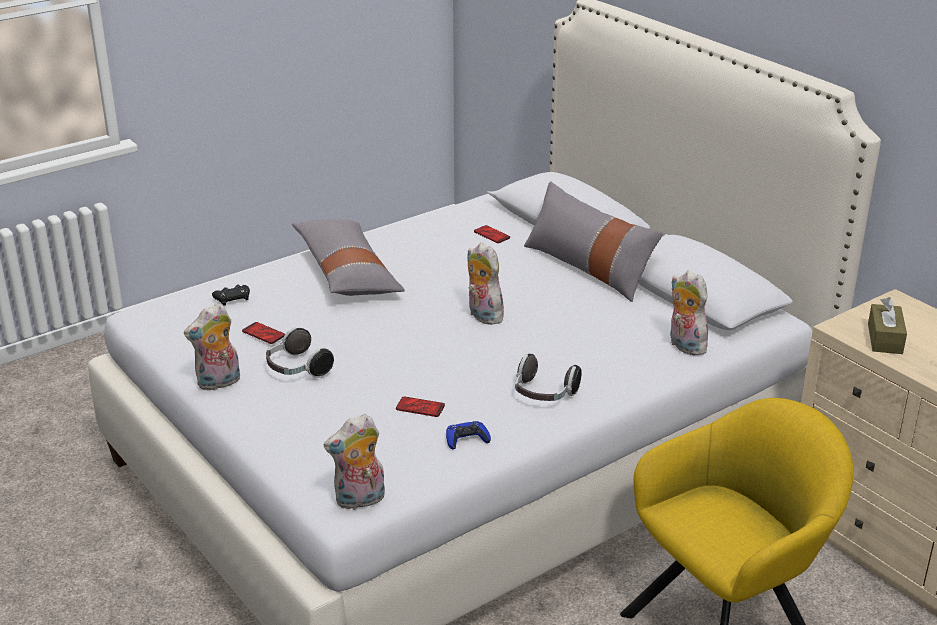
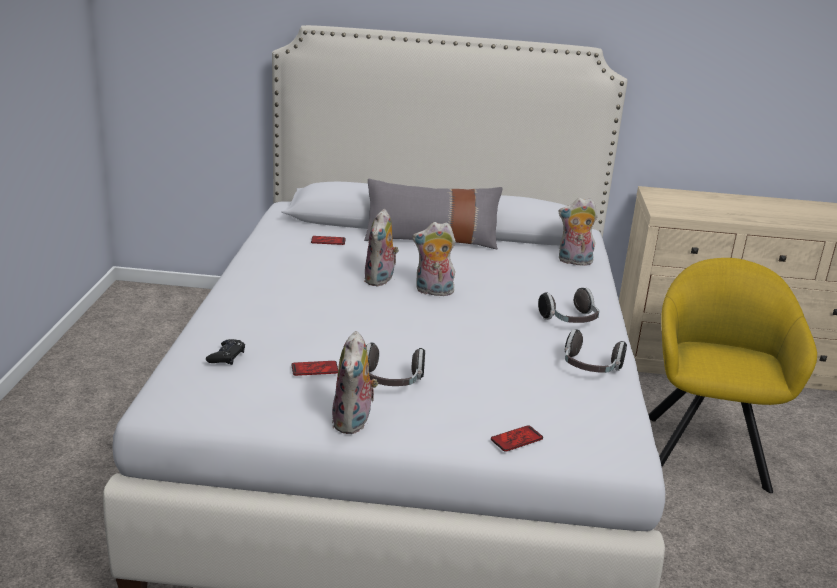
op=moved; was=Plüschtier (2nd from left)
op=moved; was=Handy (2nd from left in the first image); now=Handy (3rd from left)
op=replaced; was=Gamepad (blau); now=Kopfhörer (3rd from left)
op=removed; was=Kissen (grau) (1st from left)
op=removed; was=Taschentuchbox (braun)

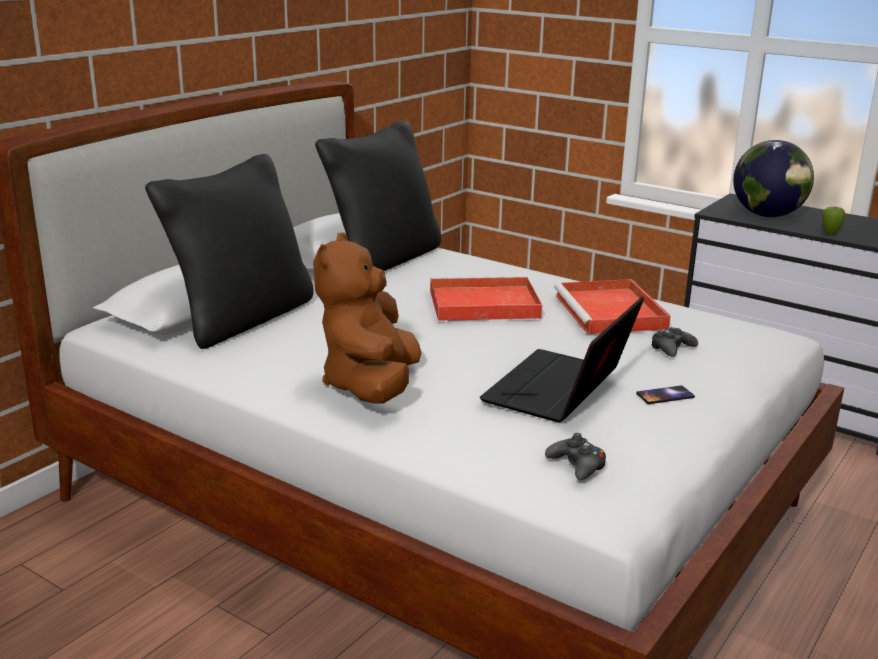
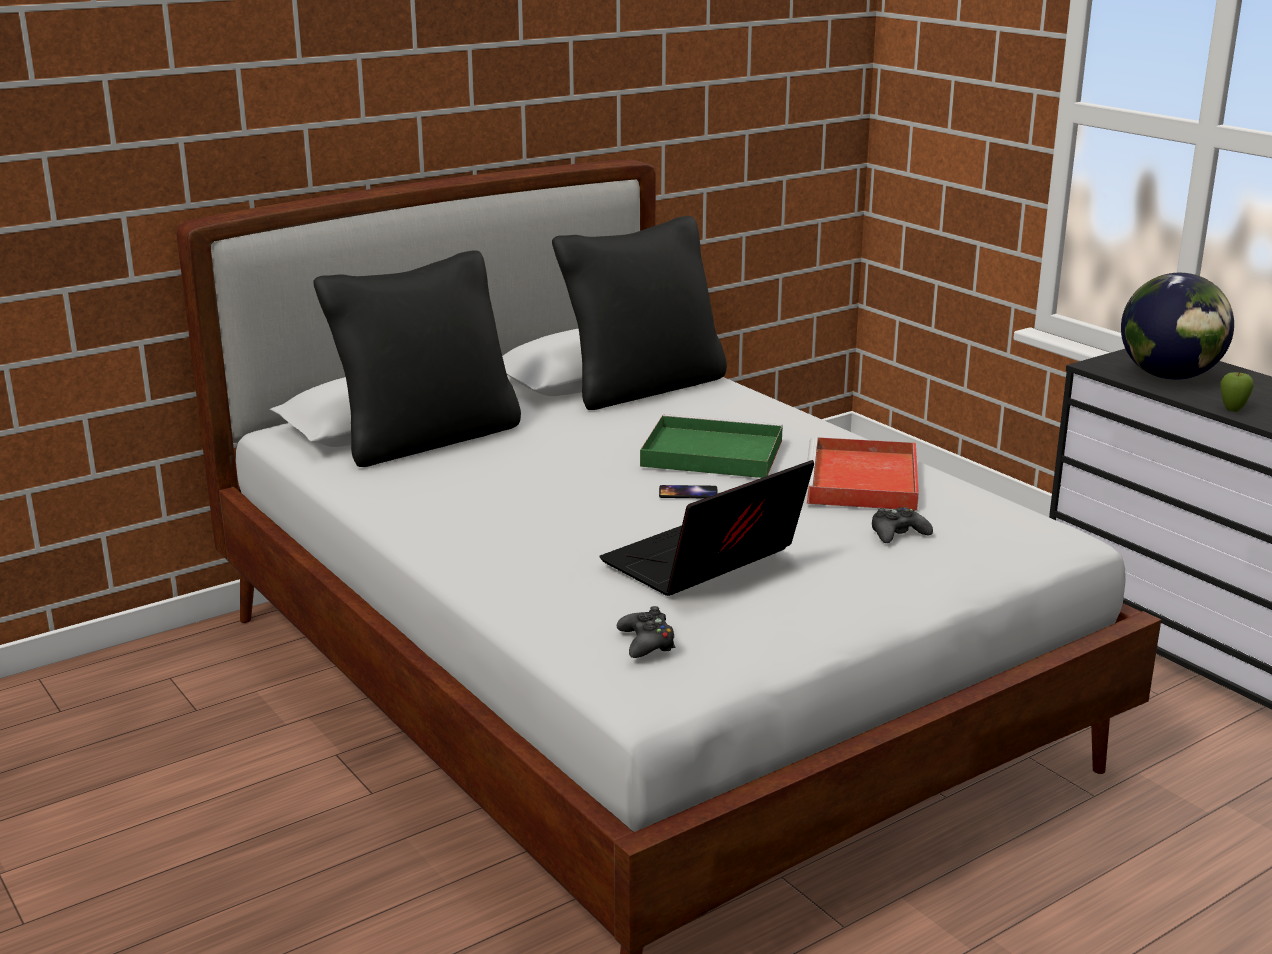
op=recoloured; was=Tablett (rot) (1st from left); now=Tablett (grün)
op=moved; was=Handy
op=removed; was=Plüschtier (braun)

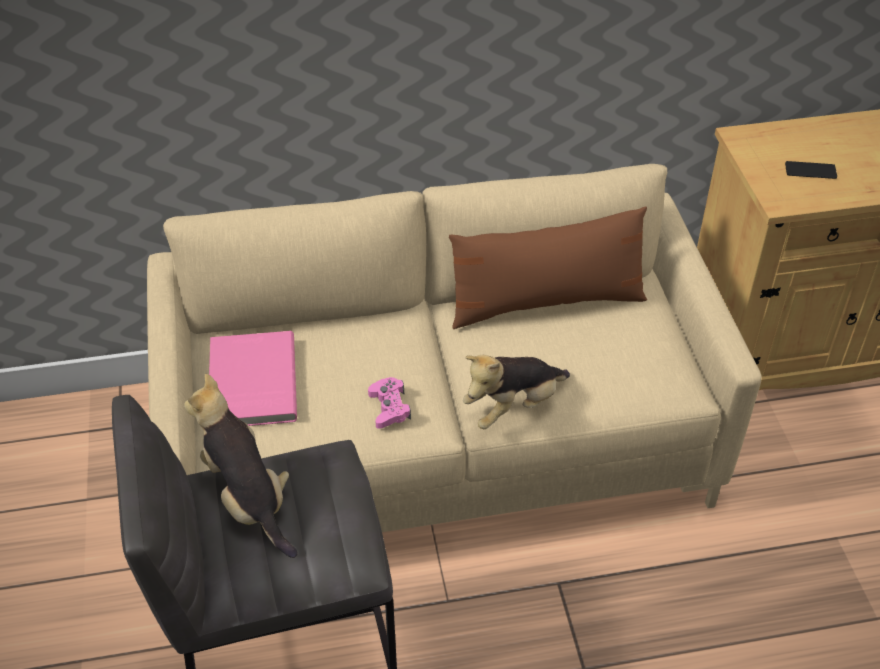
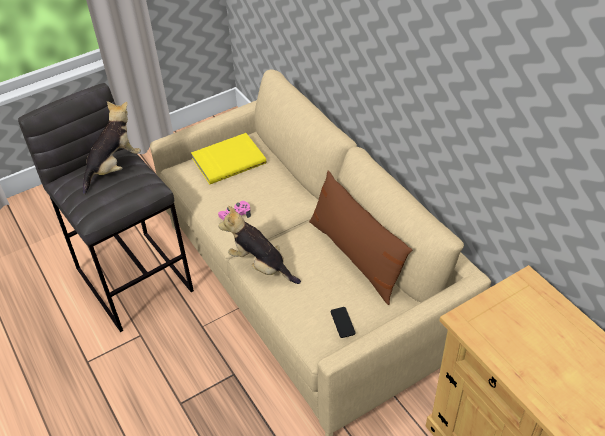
op=recoloured; was=Buch (rosa); now=Buch (gelb)
op=moved; was=Handy

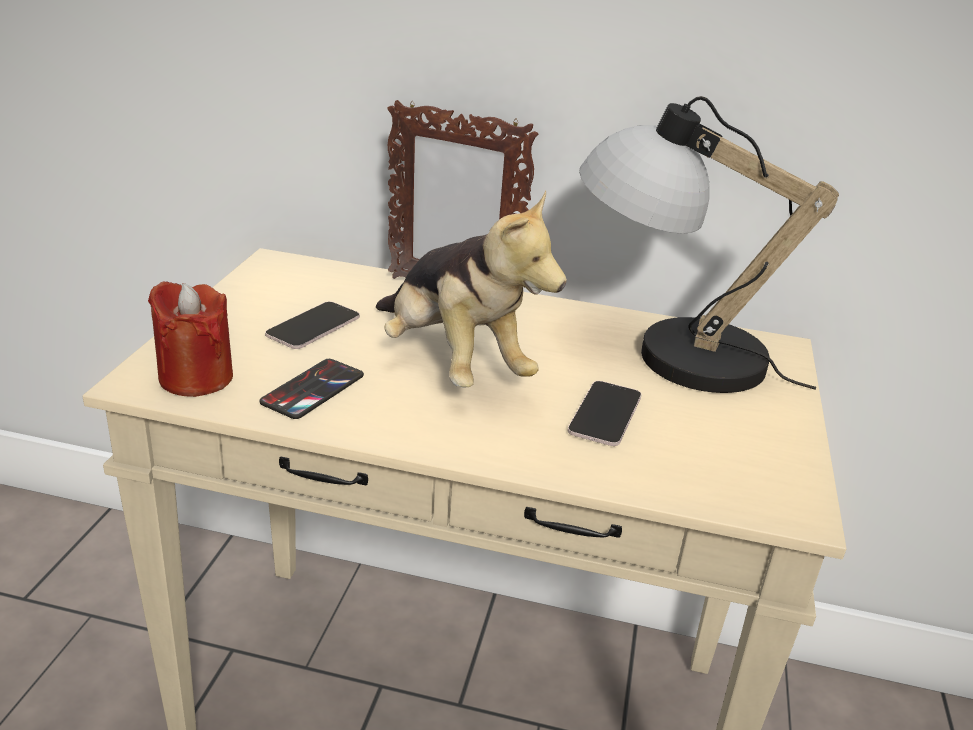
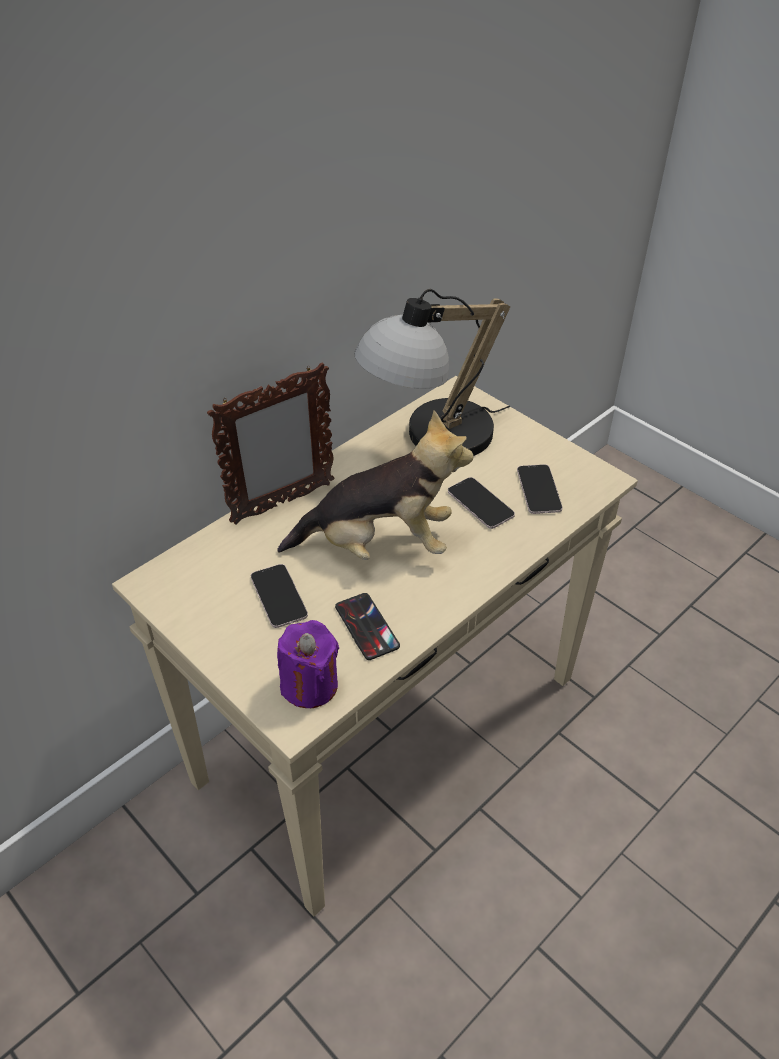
op=recoloured; was=Kerze (rot); now=Kerze (lila)
op=added; now=Handy (4th from left)

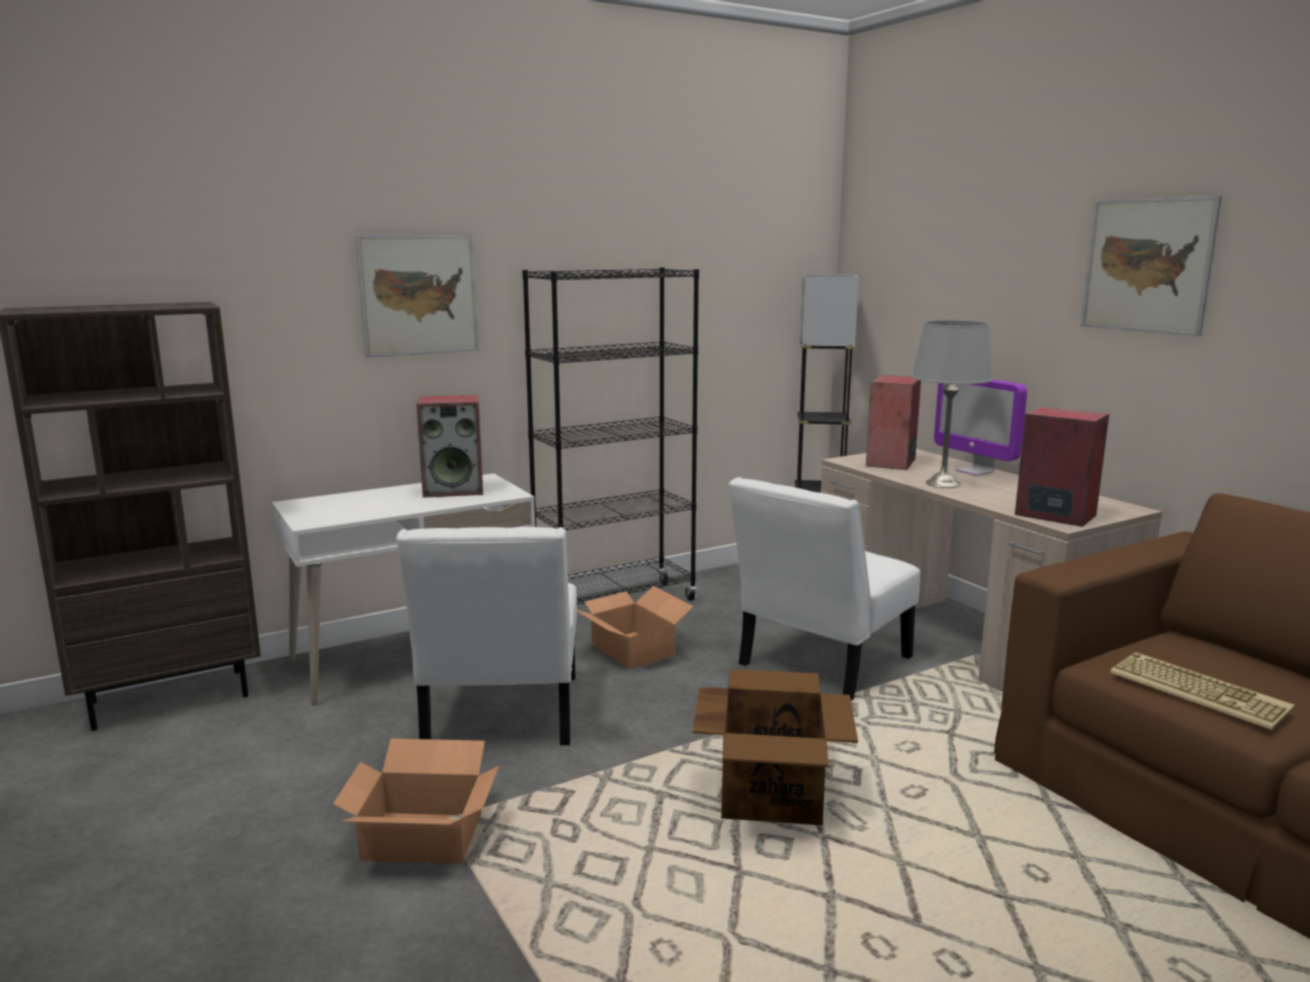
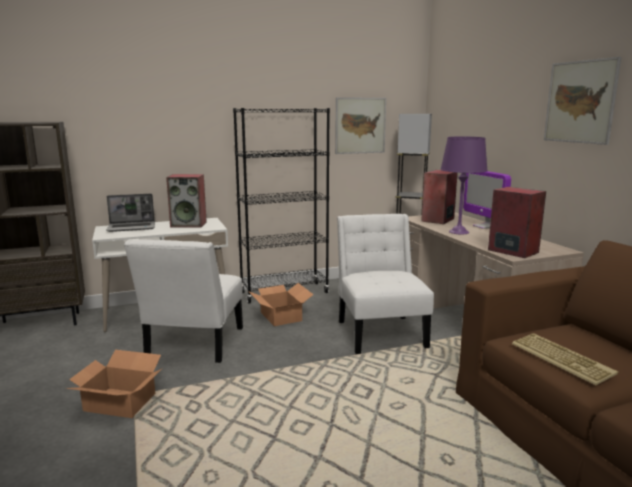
op=added; now=Laptop
op=moved; was=Bild (1st from left)
op=turned; was=Stuhl (weiß) (2nd from left); clockwise=120
op=recoloured; was=Tischlampe (grau); now=Tischlampe (lila)
op=removed; was=Karton (3rd from left)

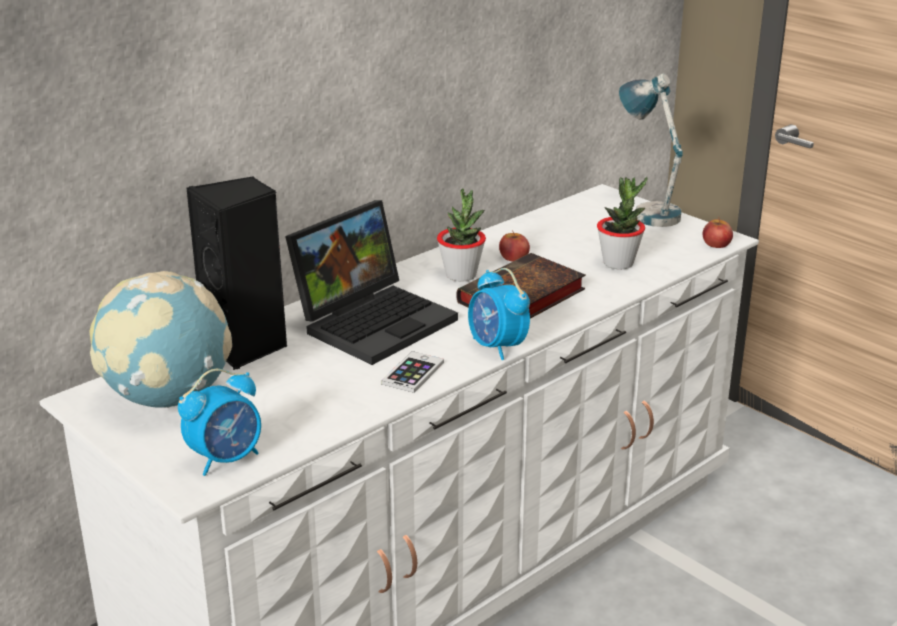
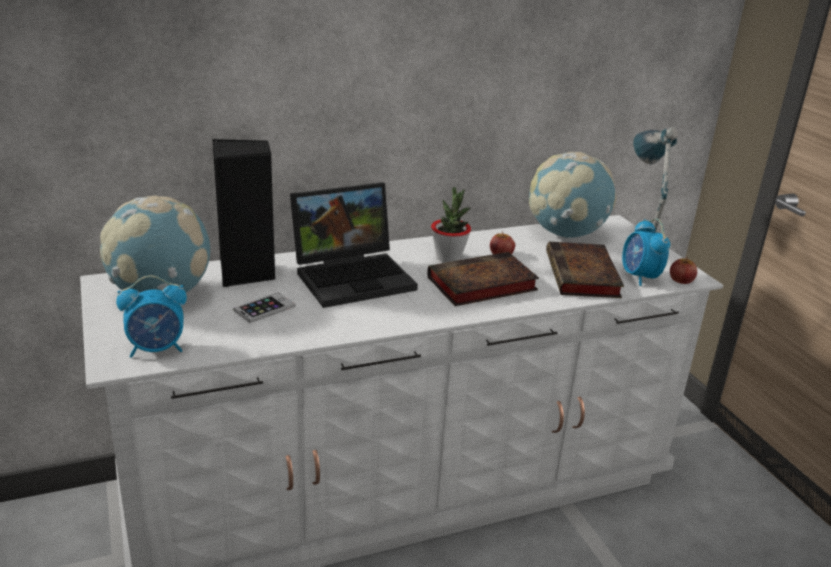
op=moved; was=Handy
op=added; now=Globus (2nd from left)
op=replaced; was=Topfpflanze (2nd from left); now=Buch (2nd from left)
op=moved; was=Wecker (2nd from left)

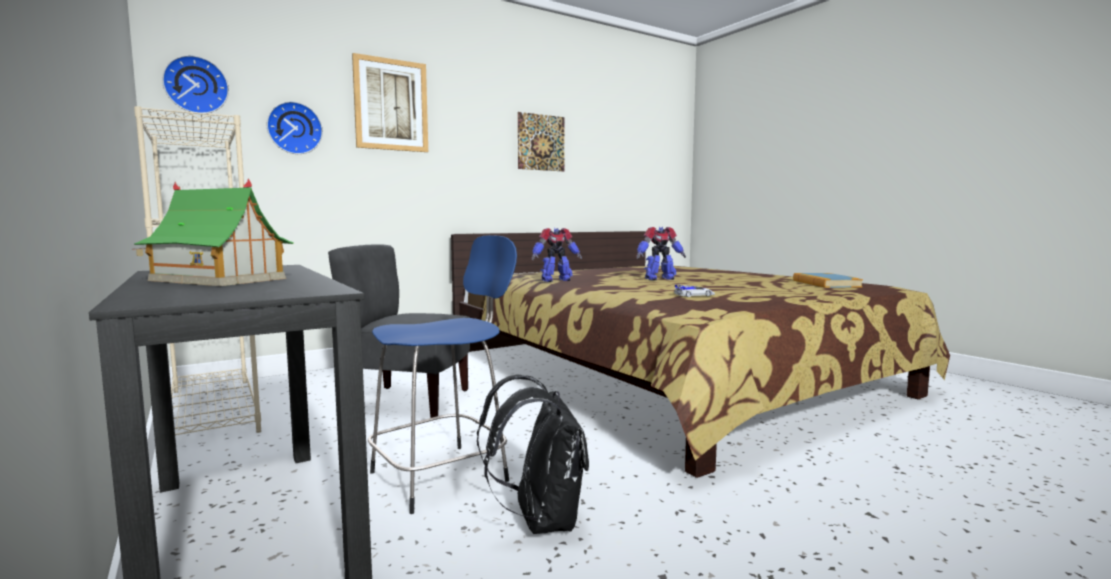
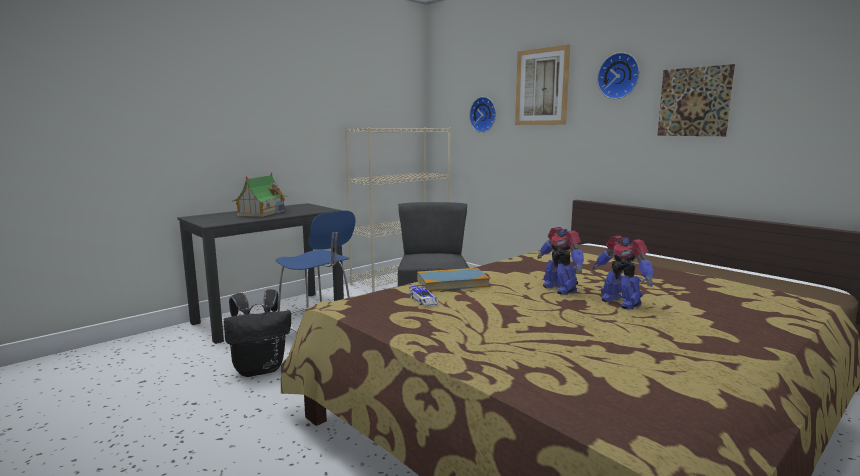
op=moved; was=Buch
op=moved; was=Spielzeugroboter (1st from left in the first image); now=Spielzeugroboter (2nd from left)
op=moved; was=Wanduhr (1st from left in the first image); now=Wanduhr (2nd from left)

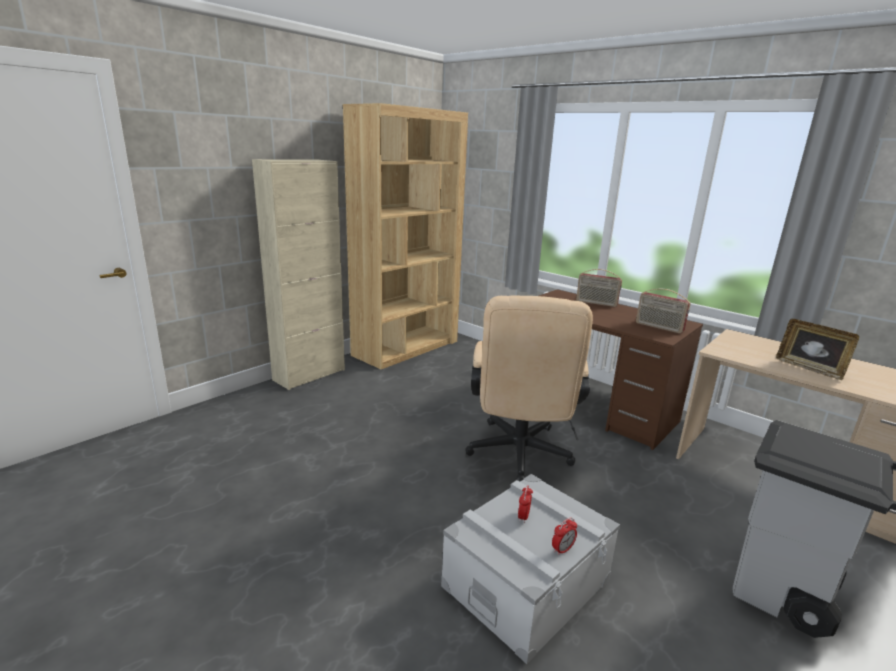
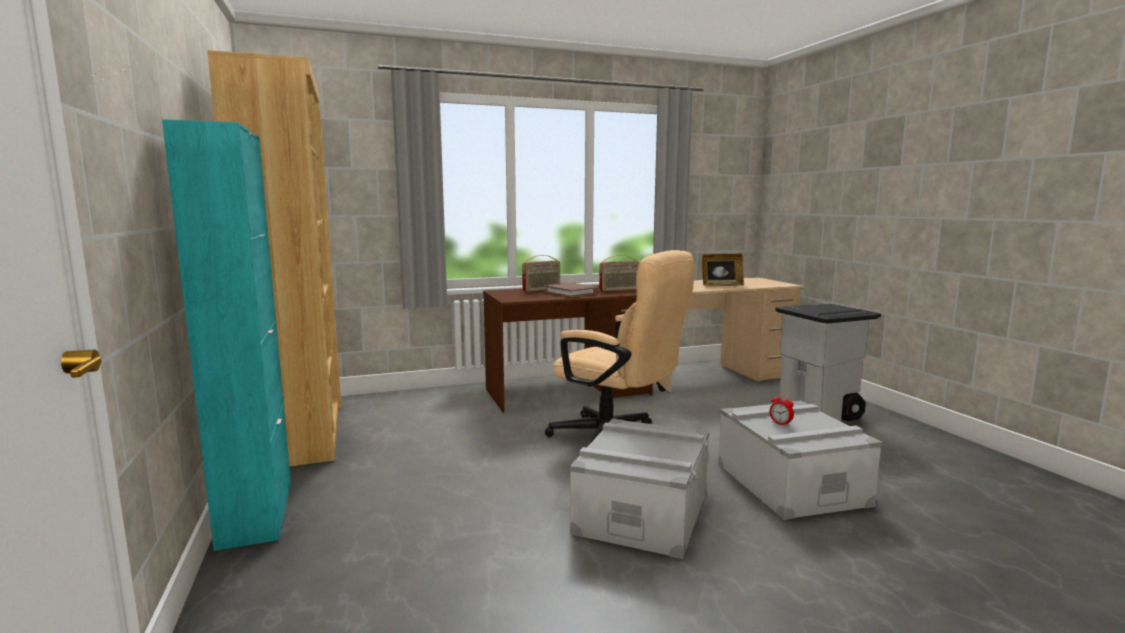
op=recoloured; was=Schrank (beige); now=Schrank (türkis)
op=added; now=Buch (braun)
op=added; now=Aufbewahrungsbox (grau) (1st from left)
op=removed; was=Wecker (2nd from left)

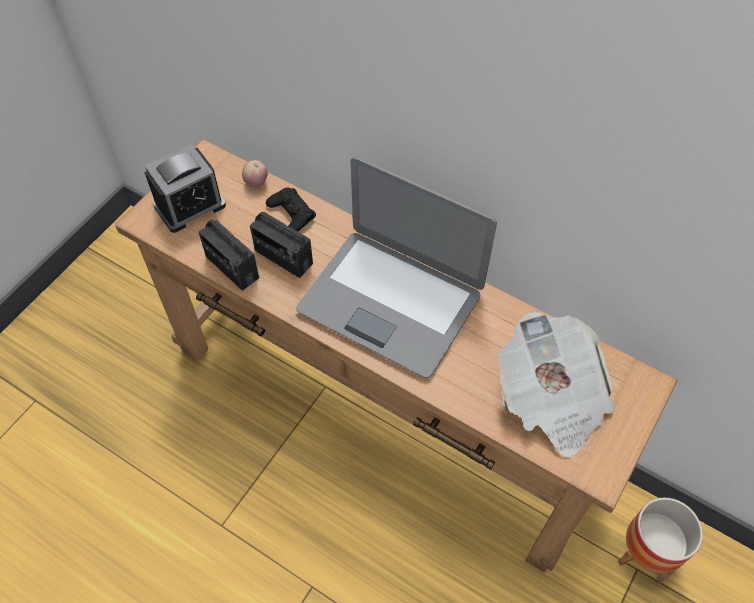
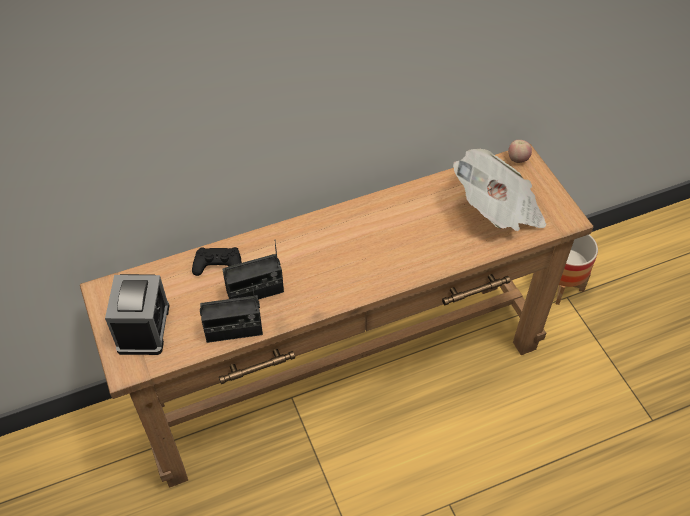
op=moved; was=Apfel
op=removed; was=Laptop

